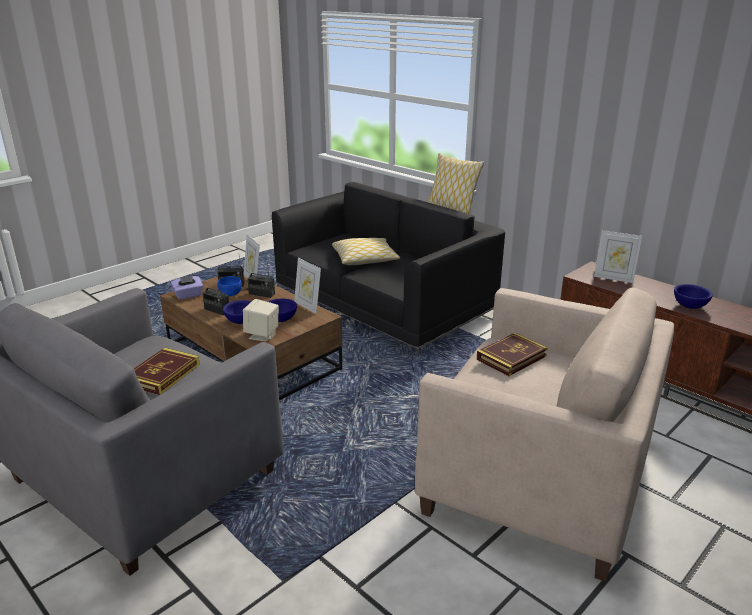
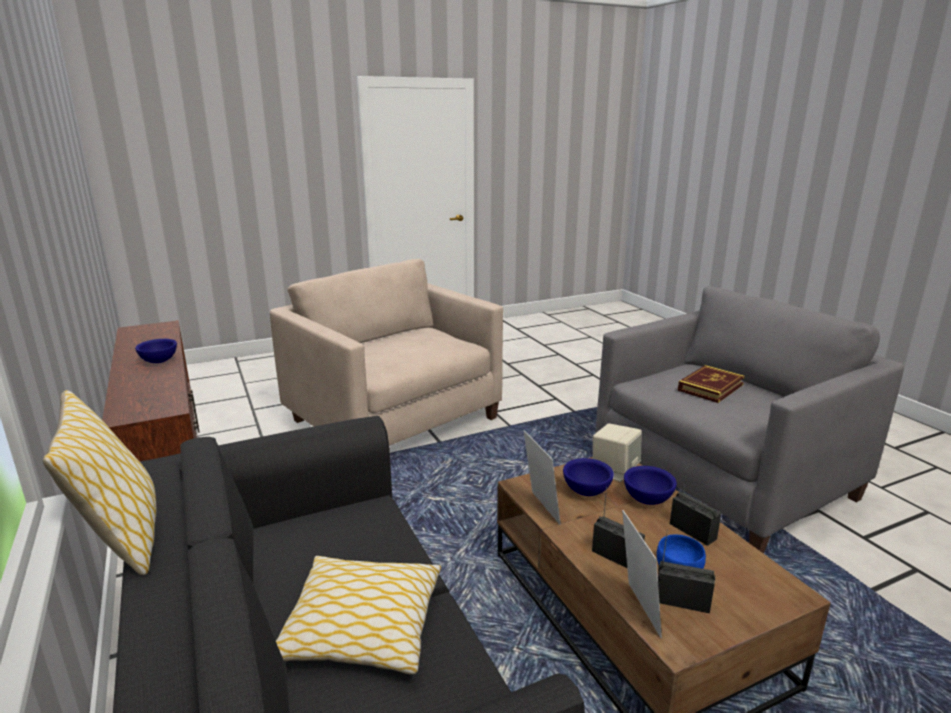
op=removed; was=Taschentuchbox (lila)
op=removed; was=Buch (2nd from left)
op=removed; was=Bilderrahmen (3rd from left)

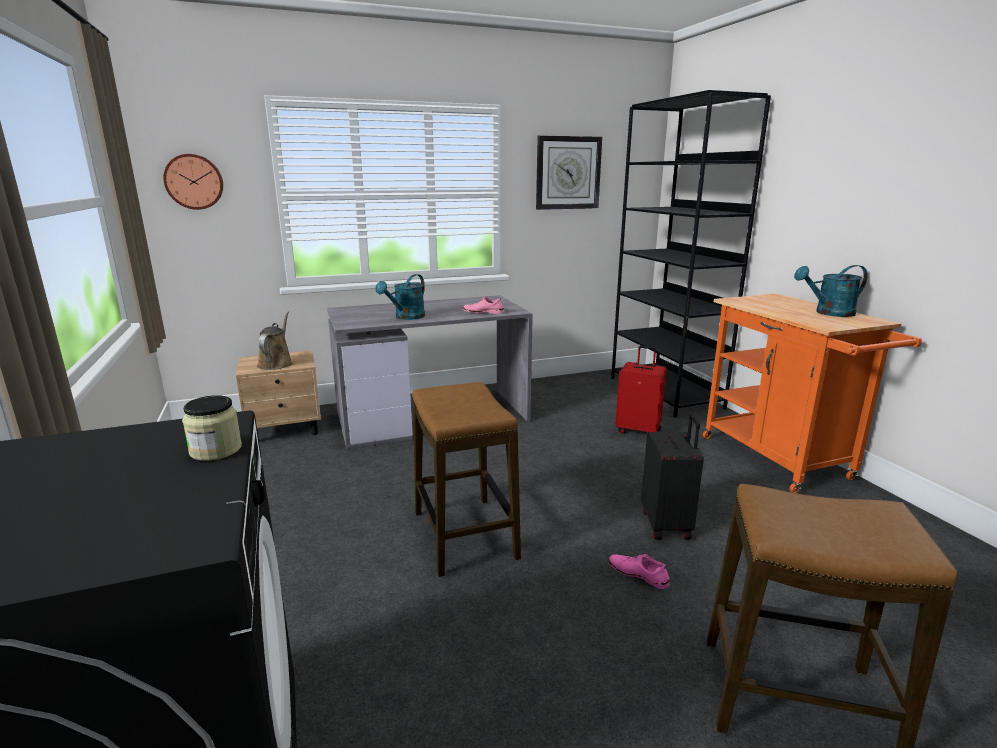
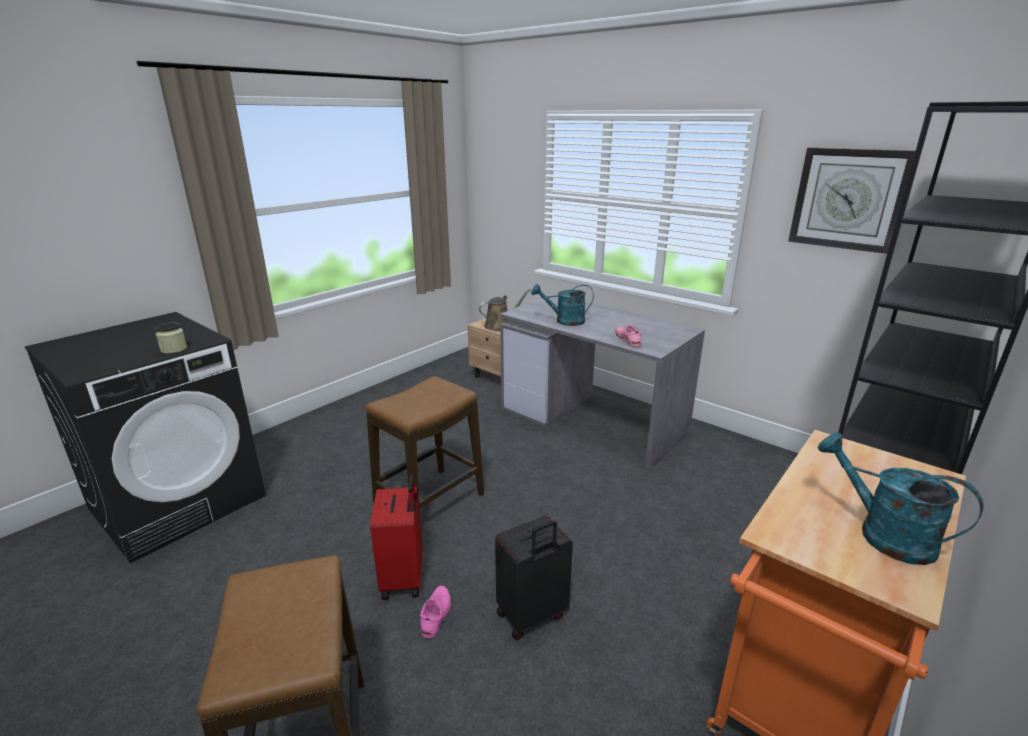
op=moved; was=Koffer (rot)
op=removed; was=Wanduhr (1st from left)

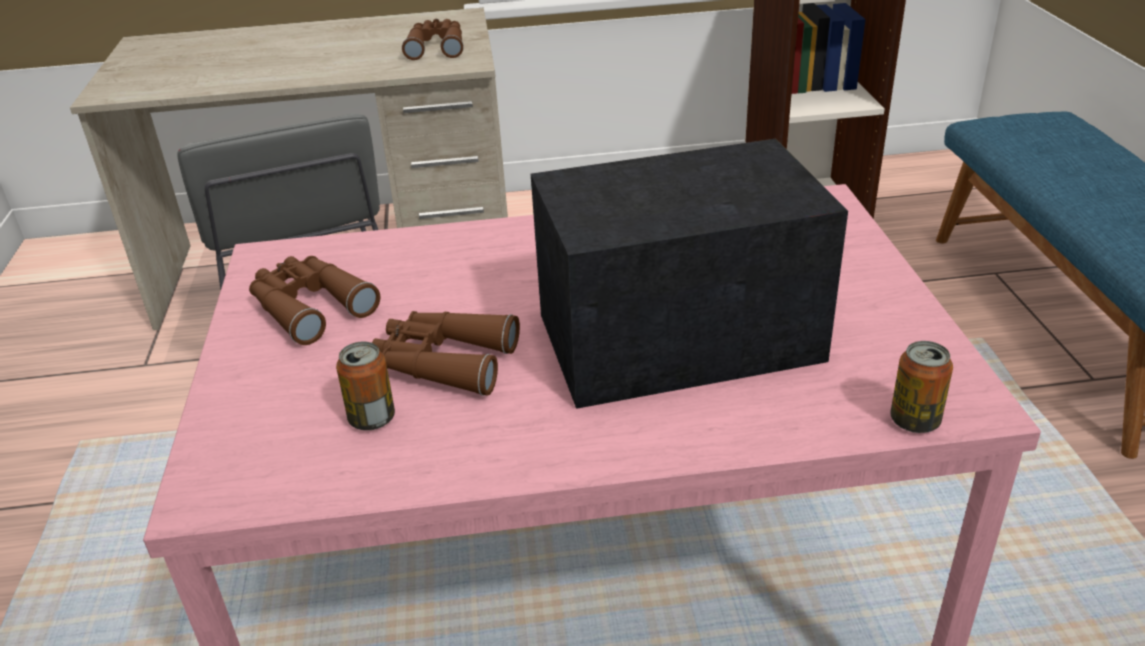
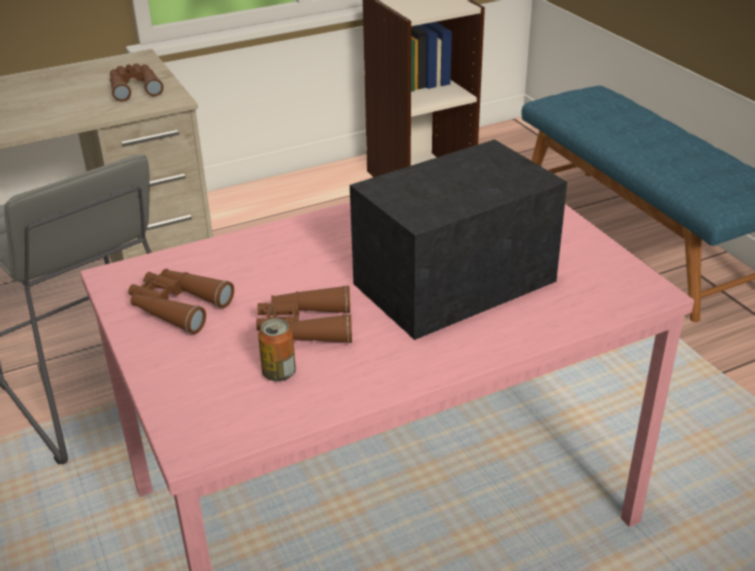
op=removed; was=Dose (2nd from left)

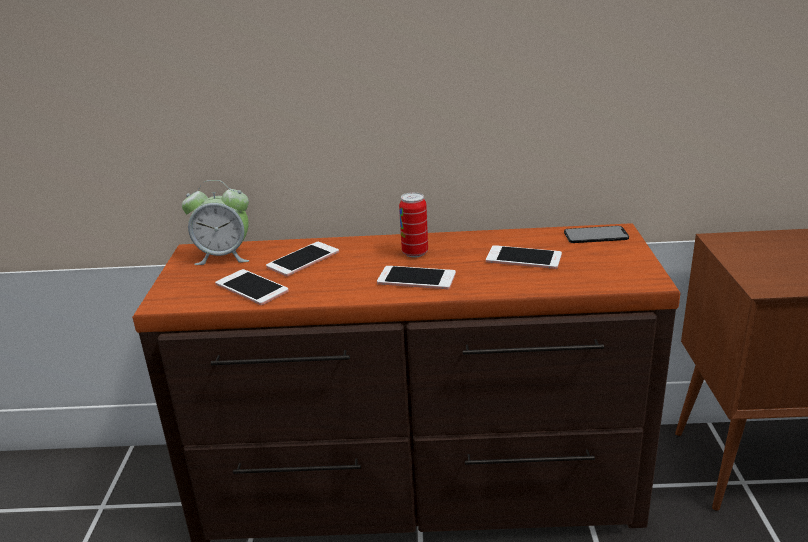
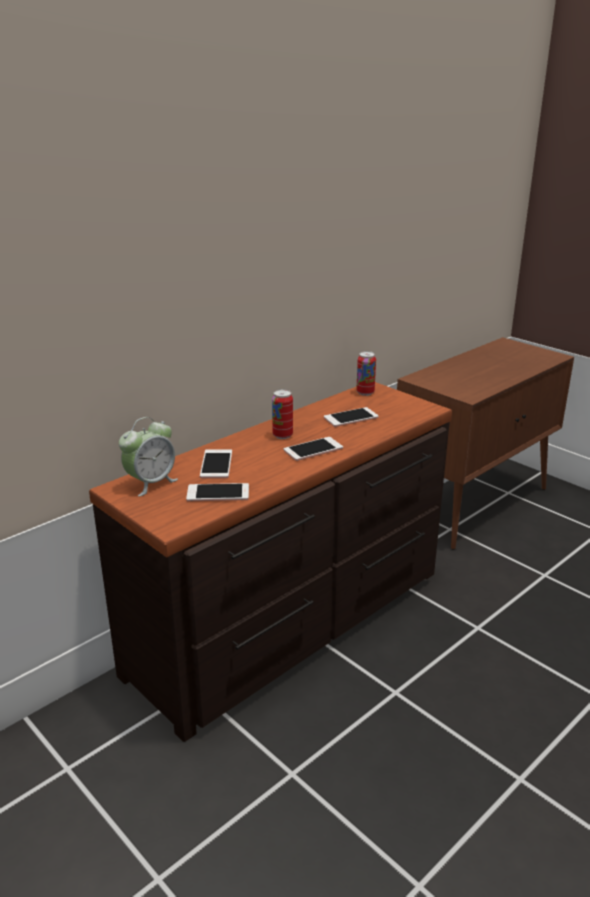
op=replaced; was=Handy (5th from left); now=Dose (2nd from left)

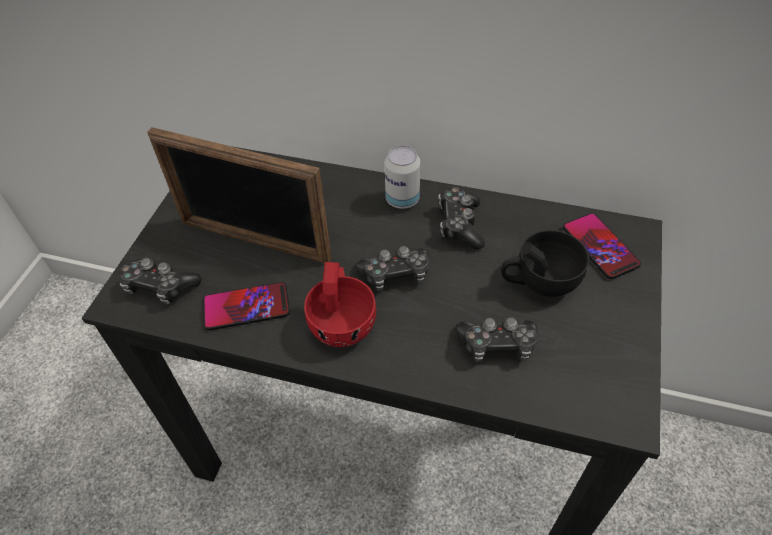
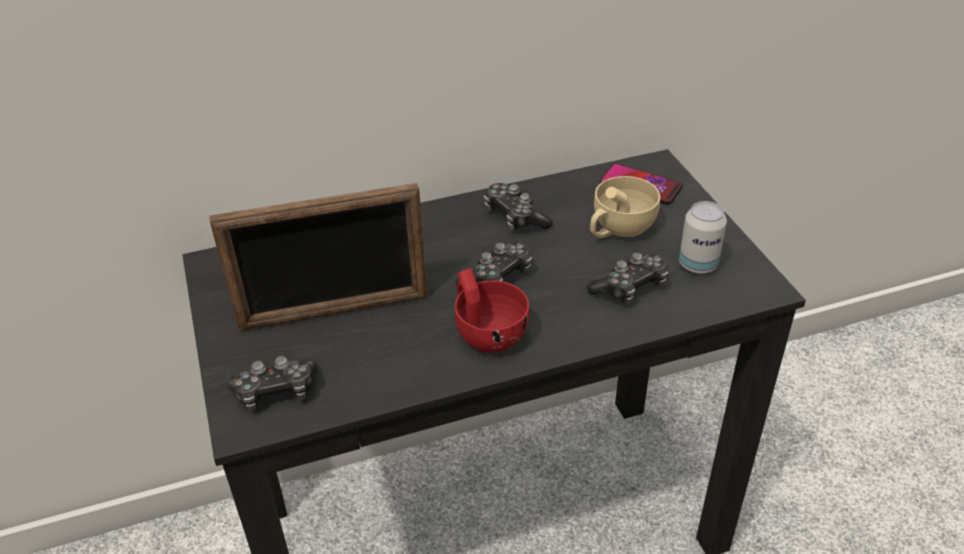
op=recoloured; was=Tasse (schwarz); now=Tasse (beige)
op=moved; was=Dose
op=removed; was=Handy (1st from left)

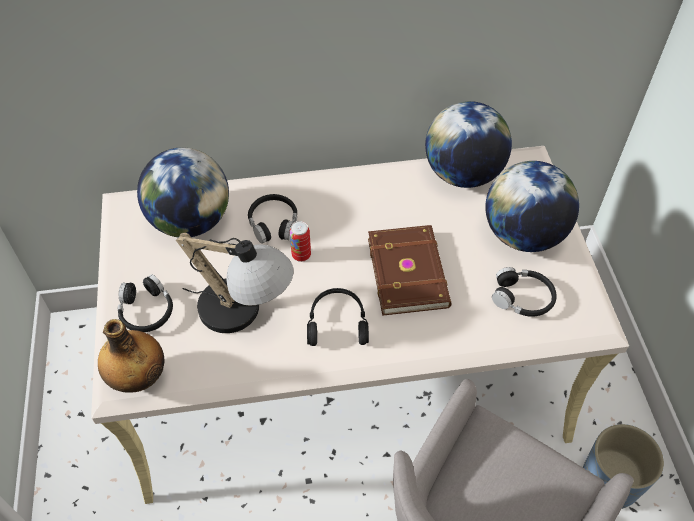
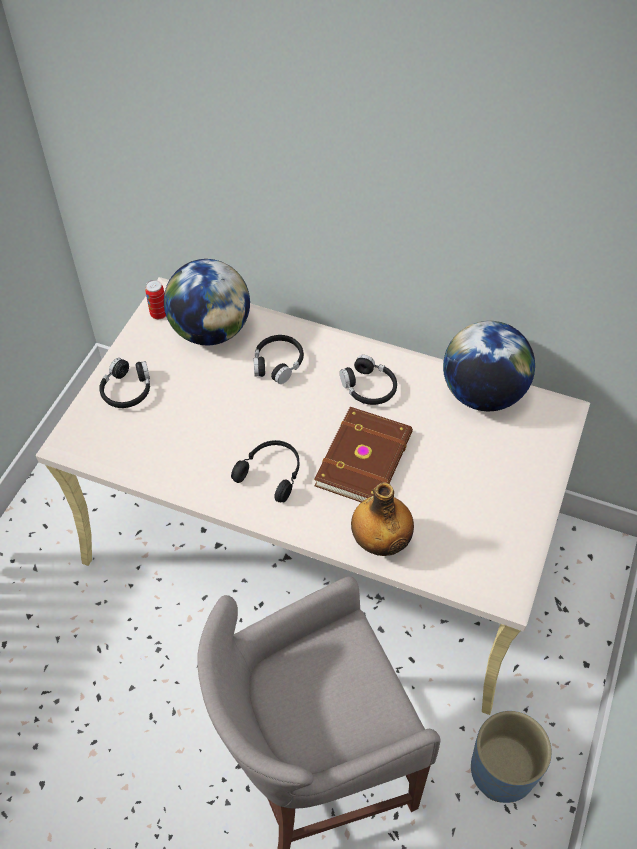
op=moved; was=Dose
op=moved; was=Kopfhörer (schwarz) (4th from left)
op=moved; was=Flasche
op=removed; was=Tischlampe
op=removed; was=Globus (3rd from left)

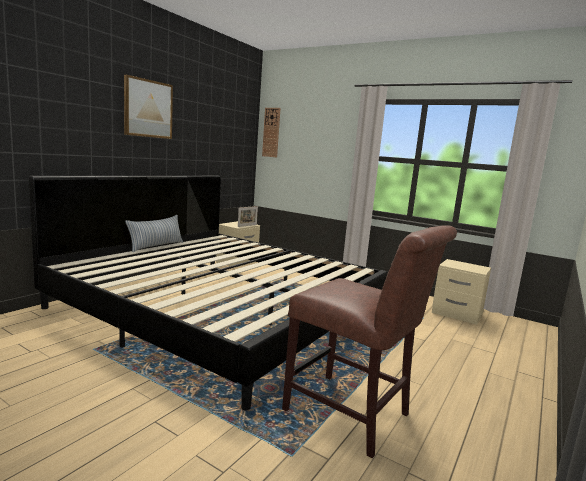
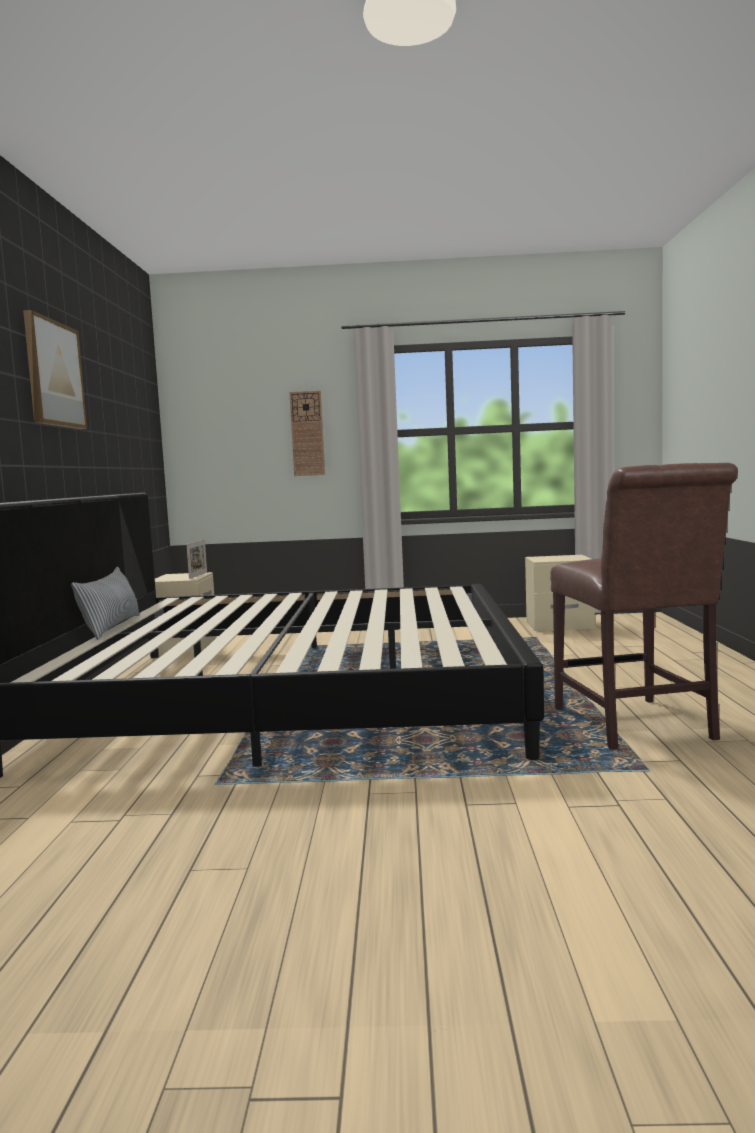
op=moved; was=Wanduhr
op=turned; was=Stuhl (braun); clockwise=75

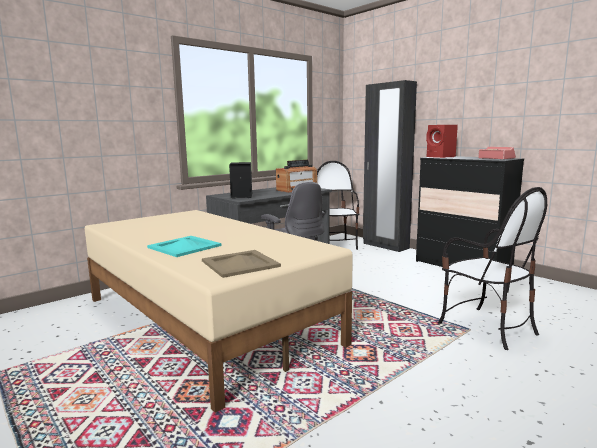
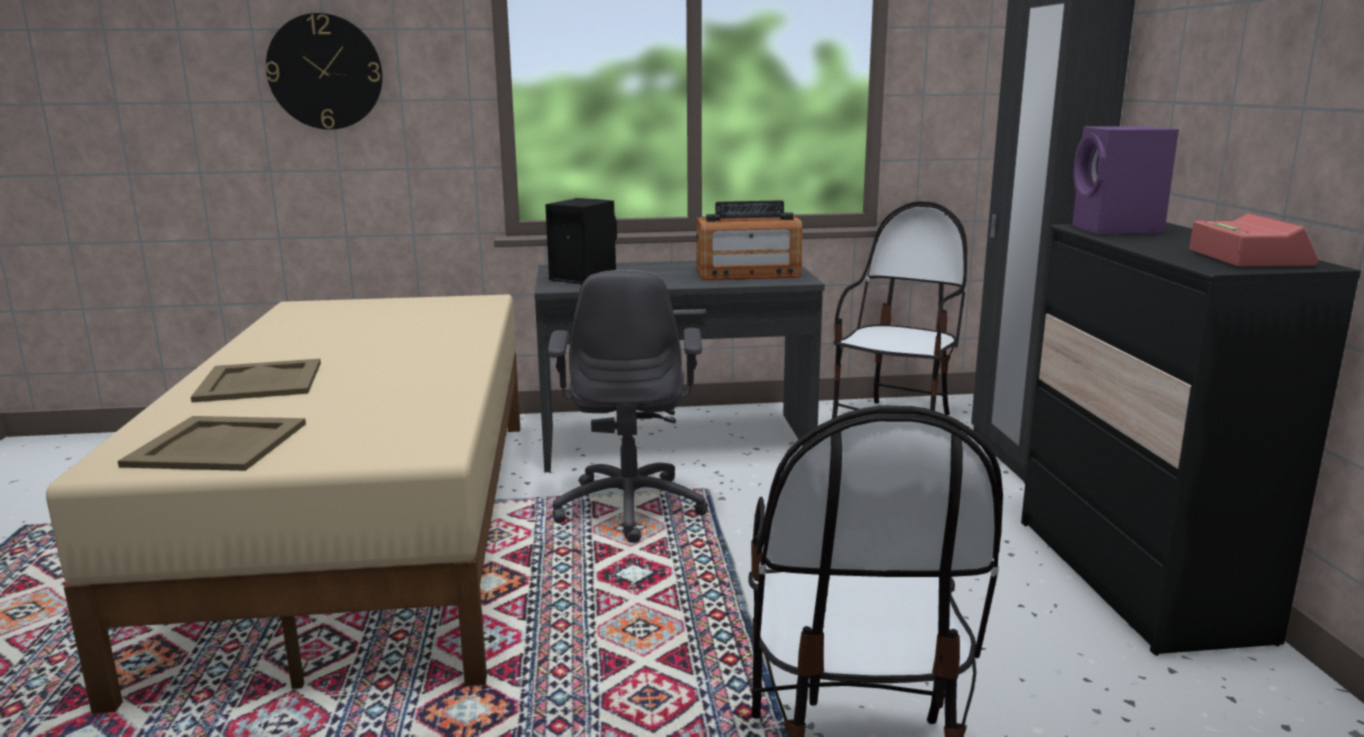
op=recoloured; was=Tablett (türkis); now=Tablett (beige) (2nd from left)
op=added; now=Wanduhr
op=recoloured; was=Lautsprecher (rot); now=Lautsprecher (lila)

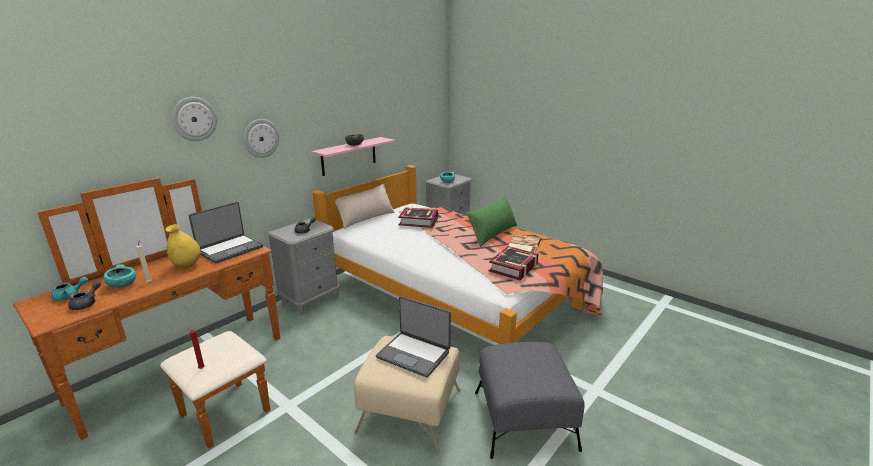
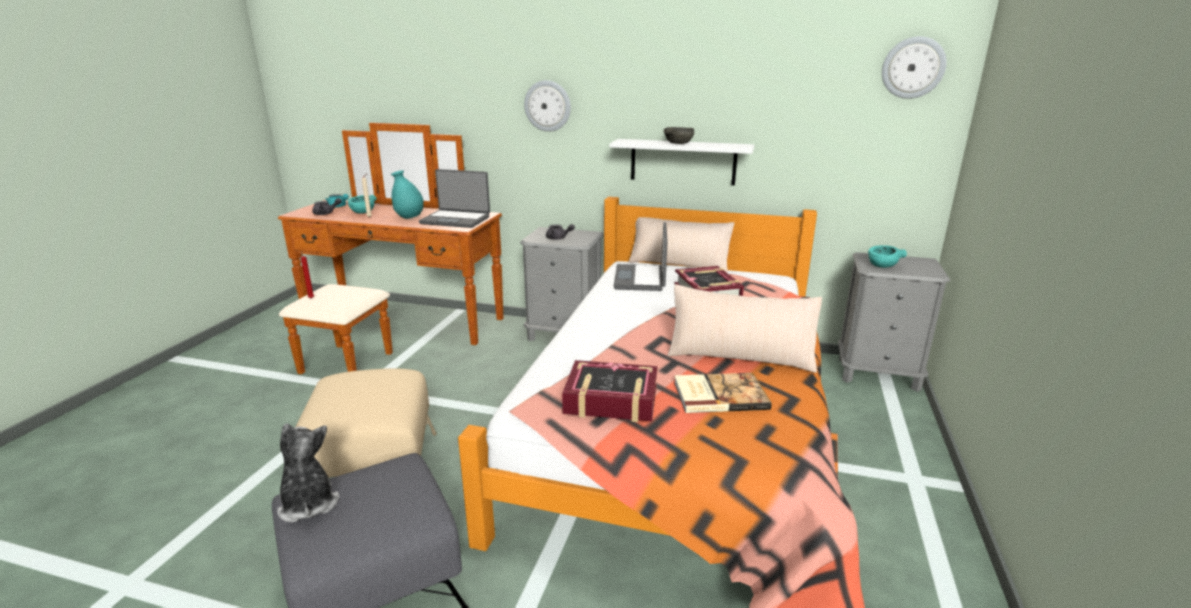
op=added; now=Plüschtier
op=recoloured; was=Vase (gelb); now=Vase (türkis)
op=recoloured; was=Wandregal (rosa); now=Wandregal (weiß)
op=moved; was=Laptop (2nd from left)
op=recoloured; was=Kissen (grün); now=Kissen (beige) (2nd from left)
op=moved; was=Wanduhr (1st from left in the first image); now=Wanduhr (2nd from left)

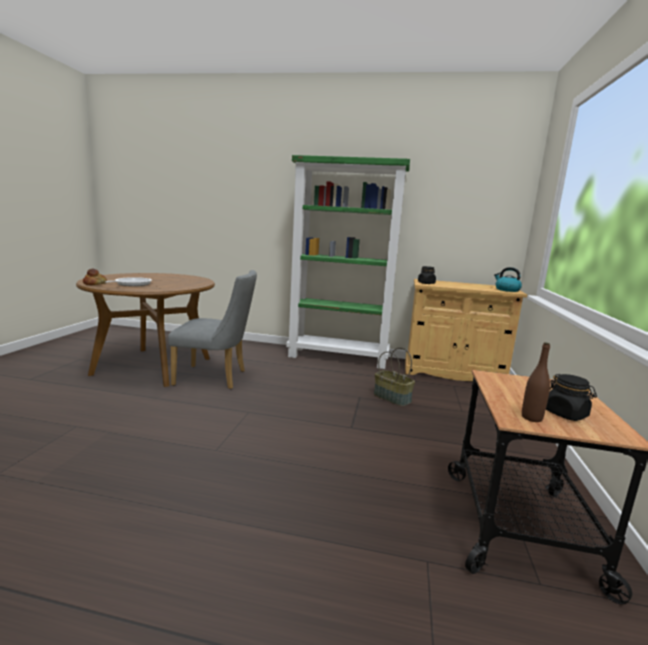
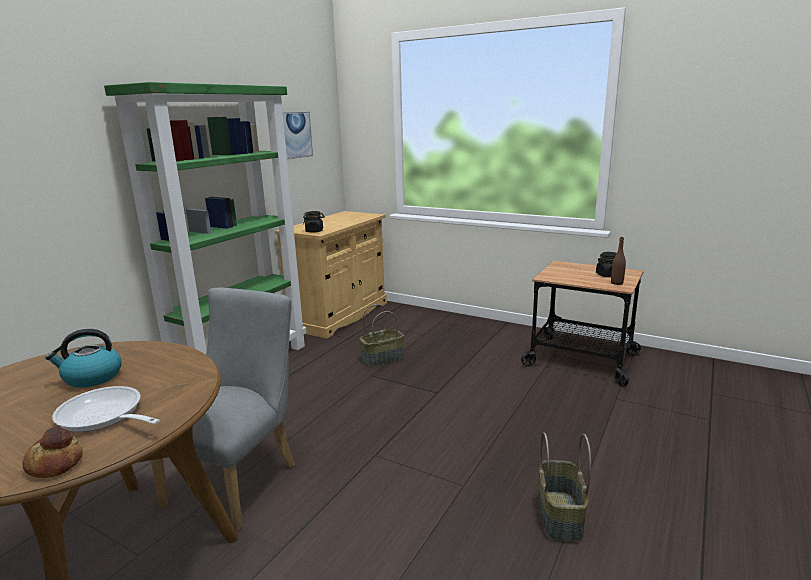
op=moved; was=Wasserkessel
op=added; now=Bild
op=added; now=Korb (2nd from left)

